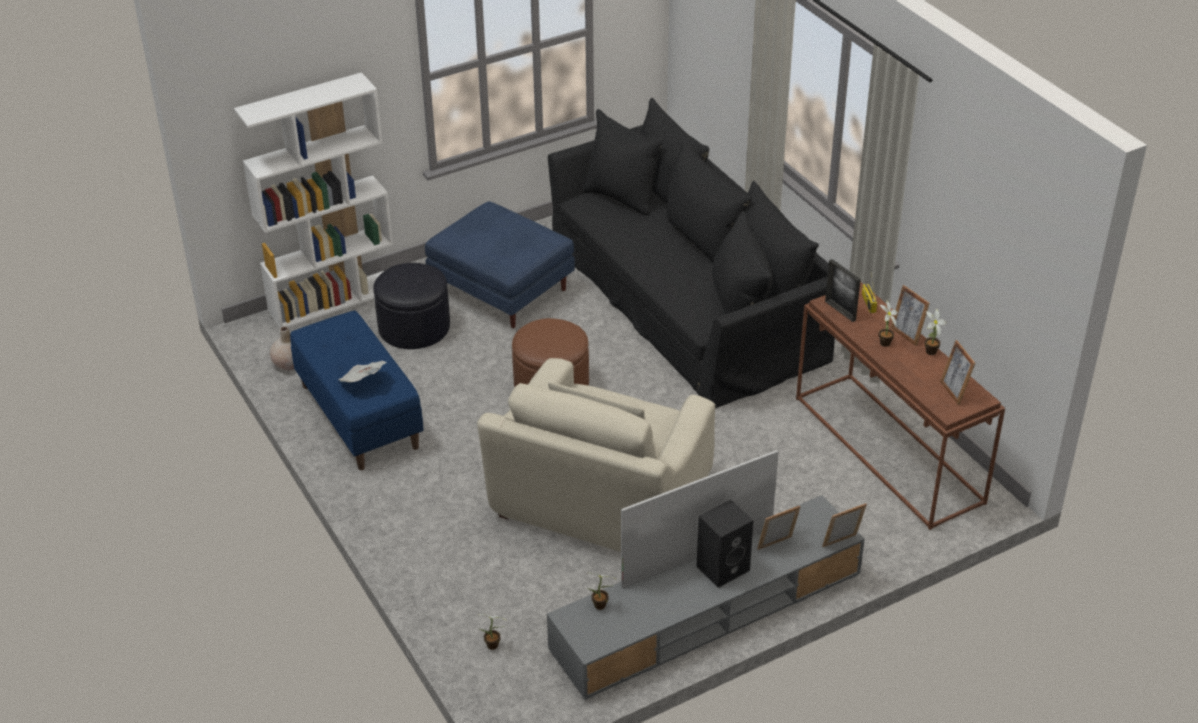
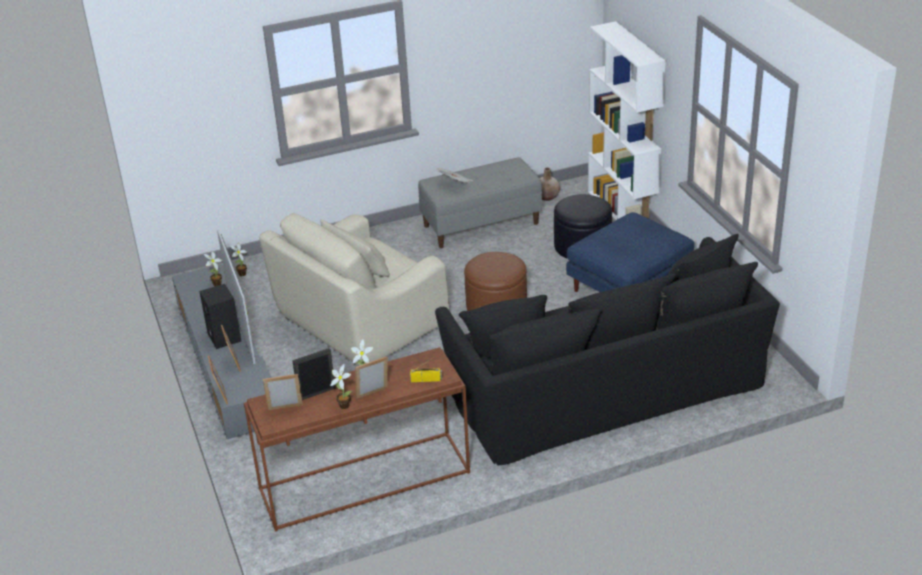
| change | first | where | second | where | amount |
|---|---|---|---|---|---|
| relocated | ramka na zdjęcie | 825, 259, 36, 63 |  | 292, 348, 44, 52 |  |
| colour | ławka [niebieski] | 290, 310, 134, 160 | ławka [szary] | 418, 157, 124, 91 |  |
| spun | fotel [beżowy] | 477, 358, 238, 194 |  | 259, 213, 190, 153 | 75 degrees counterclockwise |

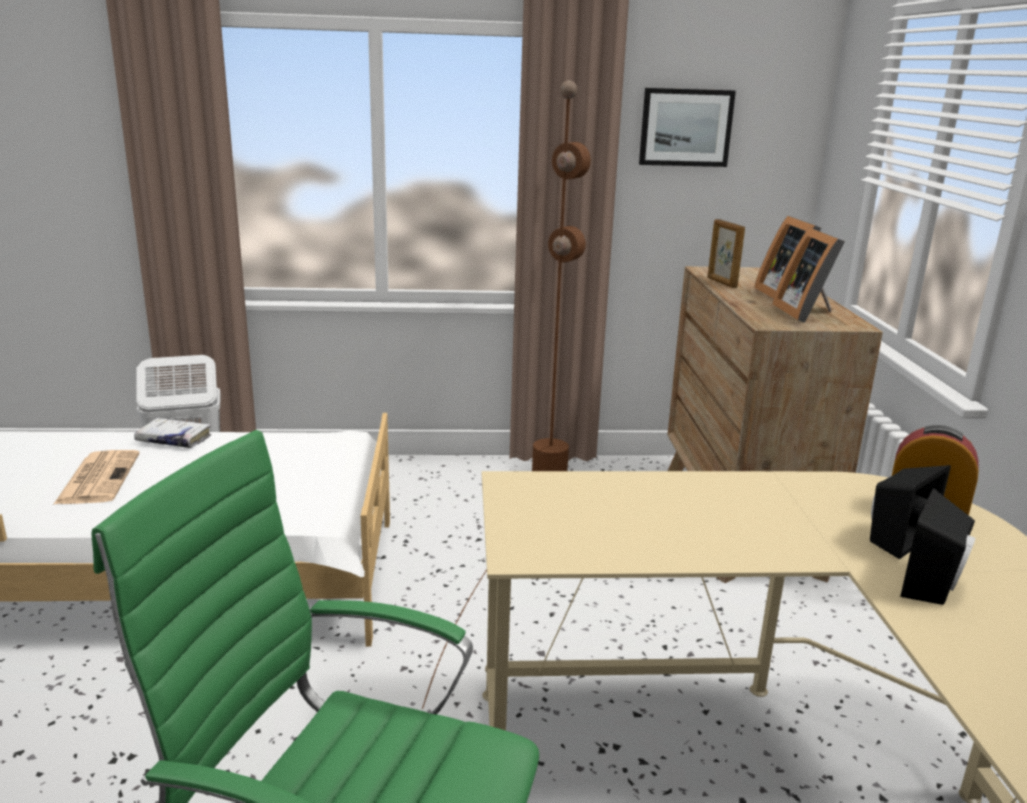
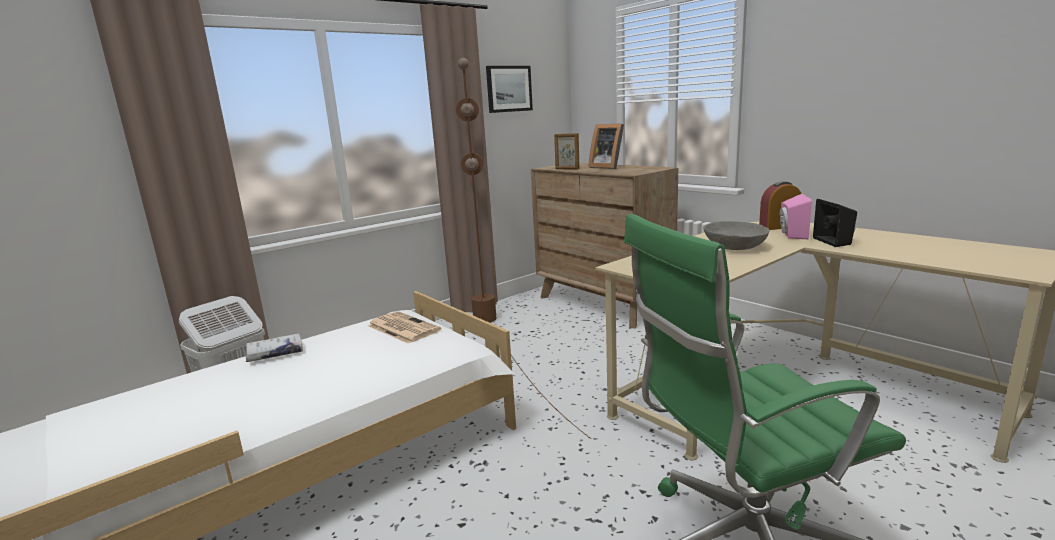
| change | first | where | second | where | amount |
|---|---|---|---|---|---|
| missing | ramka na zdjęcie | 772, 227, 73, 96 |  |  |  |
| appeared |  |  | miska [szary] | 703, 221, 66, 29 |  |
| relocated | gazeta | 53, 450, 86, 55 |  | 368, 311, 73, 33 |  |
| colour | głośnik [czarny] | 870, 465, 81, 94 | głośnik [różowy] | 780, 194, 32, 45 |  |

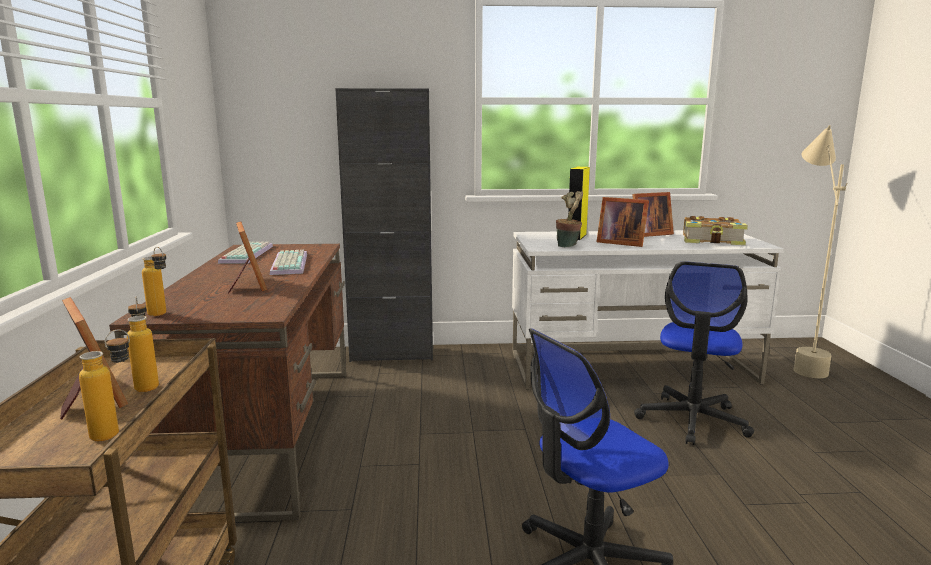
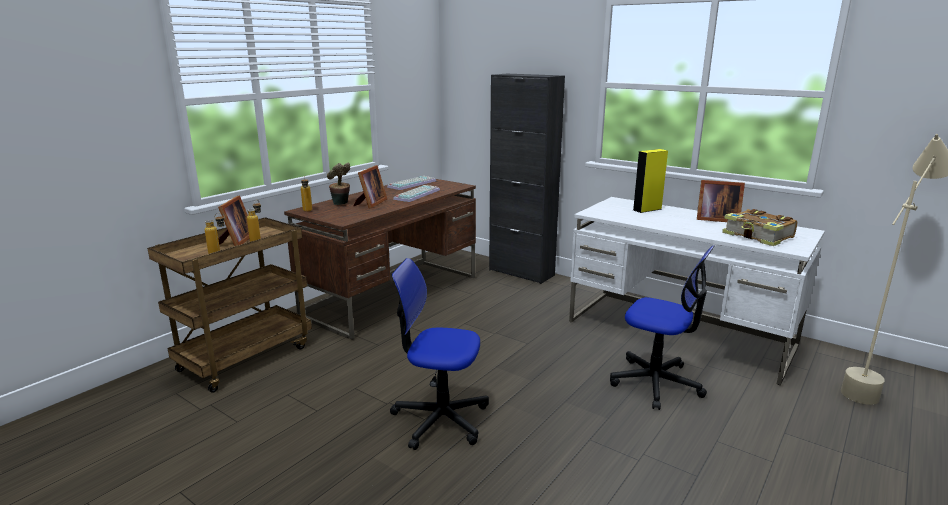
| change | first | where | second | where | amount |
|---|---|---|---|---|---|
| missing | ramka na zdjęcie | 596, 197, 53, 50 |  |  |  |
| relocated | roślina doniczkowa | 556, 191, 27, 57 |  | 327, 163, 23, 42 |  |
| spun | krzesło biurowe | 634, 261, 120, 184 |  | 610, 245, 105, 165 | 120 degrees counterclockwise |

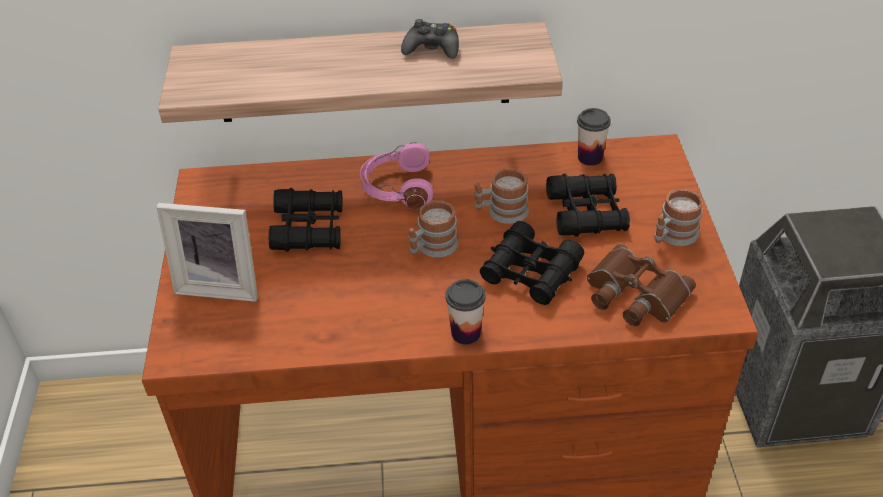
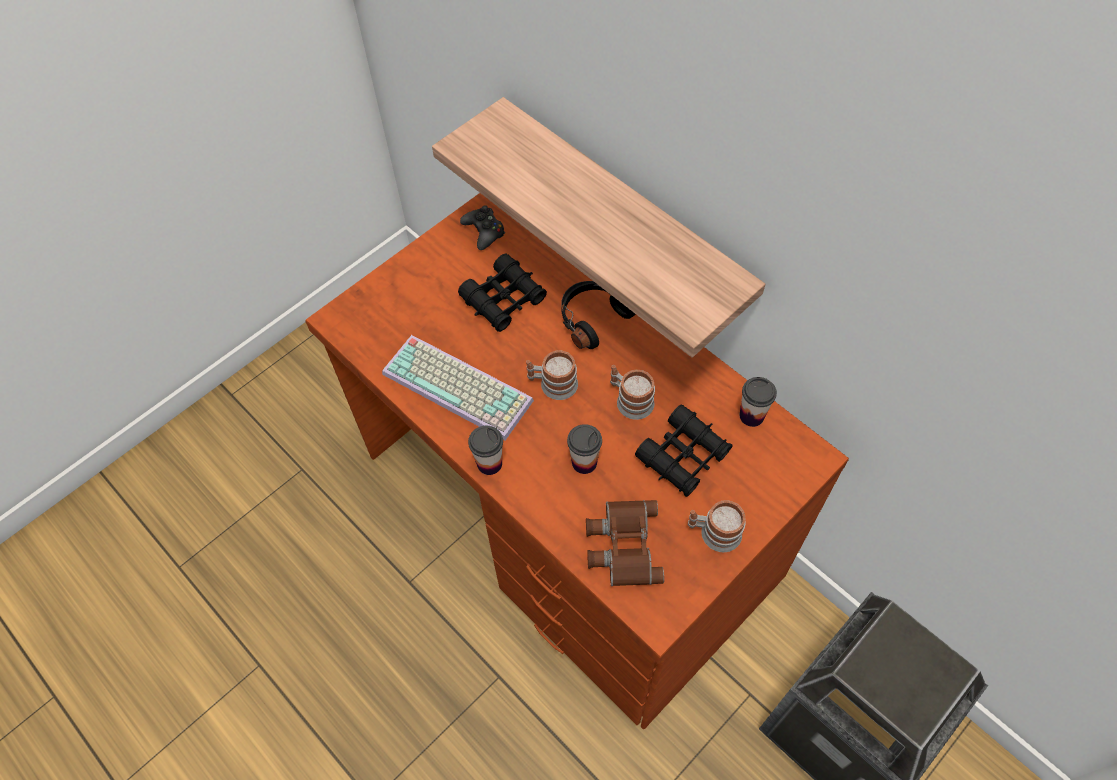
| change | first | where | second | where | amount |
|---|---|---|---|---|---|
| missing | ramka na zdjęcie | 156, 203, 102, 99 |  |  |  |
| appeared |  |  | klawiatura | 382, 335, 152, 105 |  |
| relocated | pad do gier [czarny] | 401, 19, 58, 40 |  | 460, 205, 45, 45 |  |
| exchanged | lornetka [czarny] | 480, 221, 104, 84 | filiżanka | 567, 424, 35, 50 |  |
| colour | słuchawki [różowy] | 360, 143, 74, 66 | słuchawki [czarny] | 561, 281, 74, 68 |  |

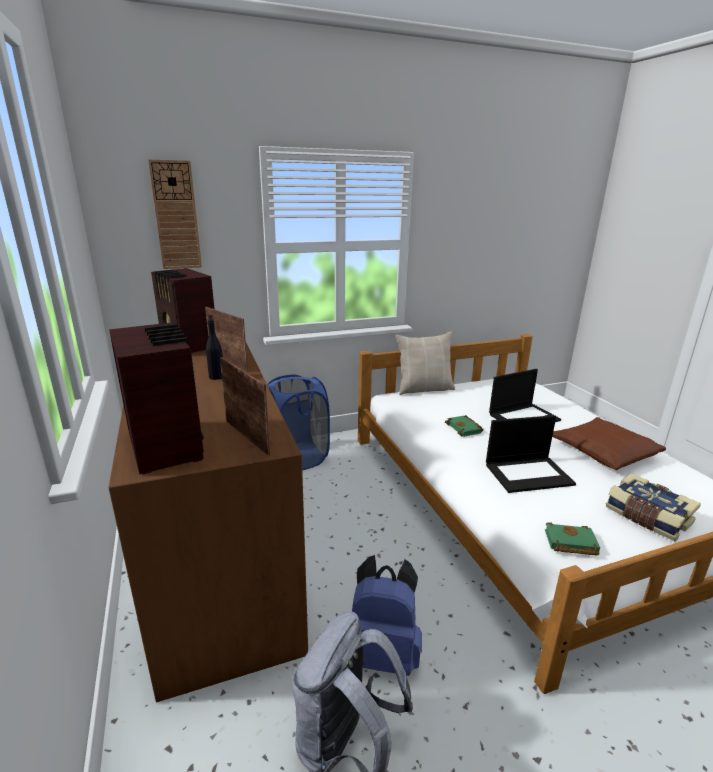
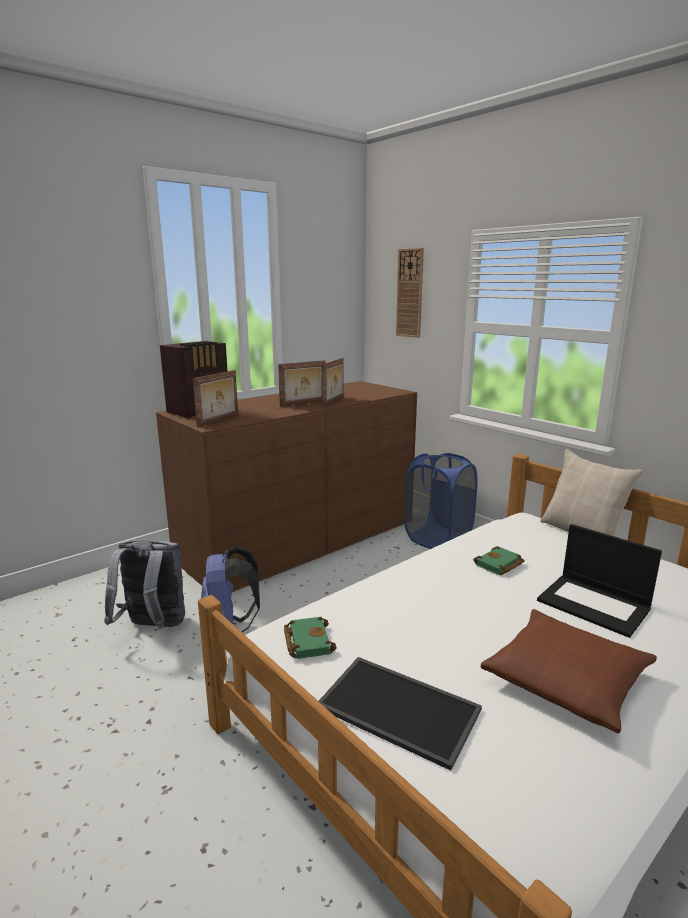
| change | first | where | second | where | amount |
|---|---|---|---|---|---|
| missing | radio | 151, 268, 63, 85 |  |  |  |
| missing | laptop | 486, 415, 90, 78 |  |  |  |
| exchanged | butelka [czarny] | 206, 314, 17, 66 | ramka na zdjęcie | 278, 360, 47, 47 |  |
| exchanged | książka | 606, 473, 95, 68 | taca | 319, 657, 163, 114 |  |

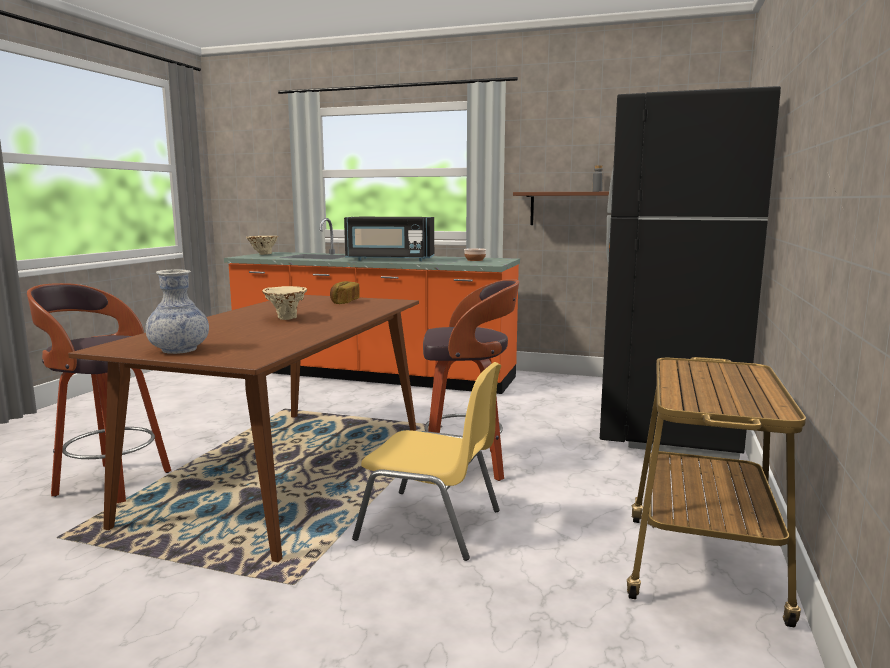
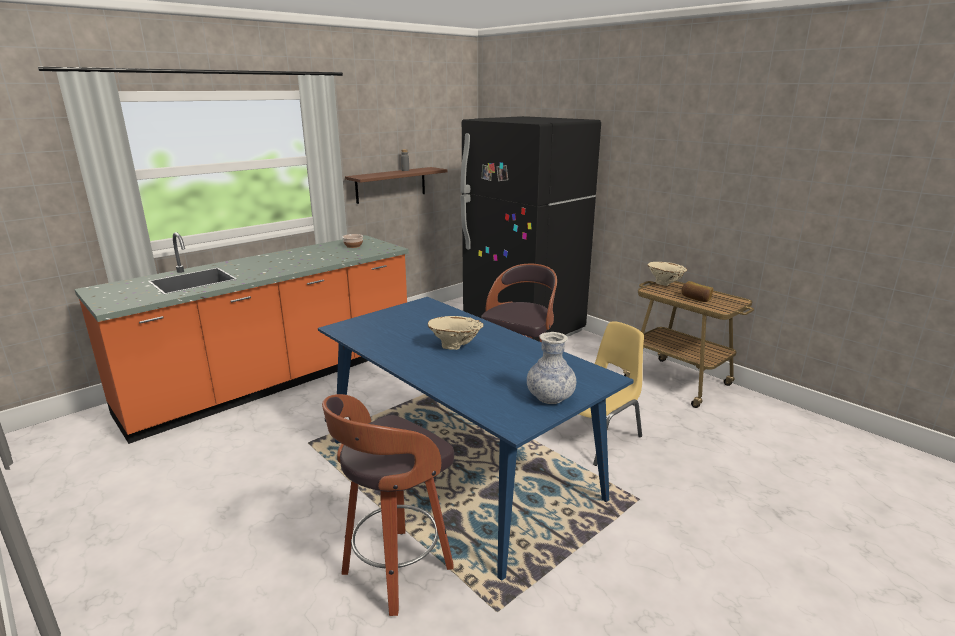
| change | first | where | second | where | amount |
|---|---|---|---|---|---|
| missing | mikrofalówka [czarny] | 344, 217, 90, 44 |  |  |  |
| relocated | wazon [beżowy] | 246, 236, 33, 19 |  | 648, 262, 39, 24 |  |
| relocated | chleb | 330, 281, 30, 23 |  | 681, 281, 32, 21 |  |
| colour | stół jadalny [brązowy] | 68, 295, 351, 267 | stół jadalny [niebieski] | 318, 297, 316, 284 |  |

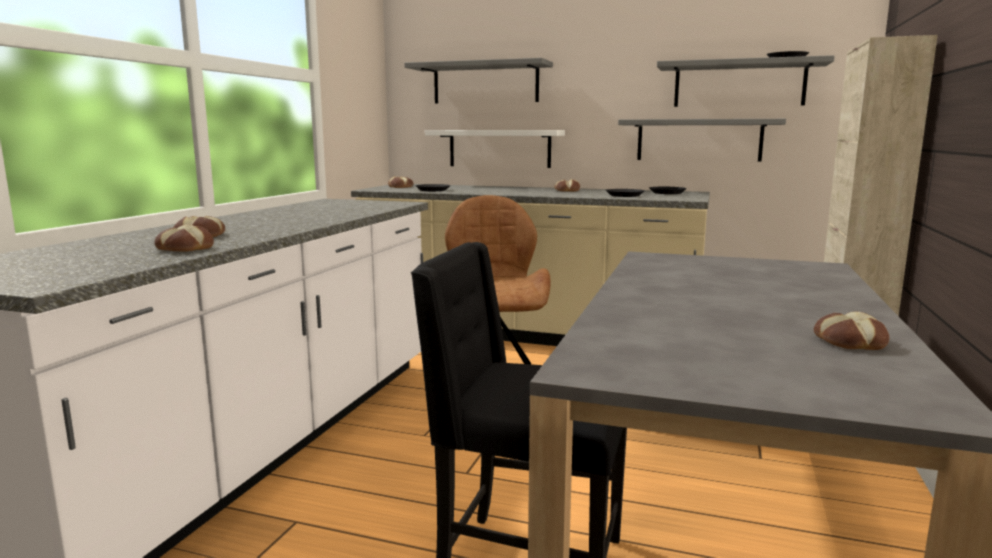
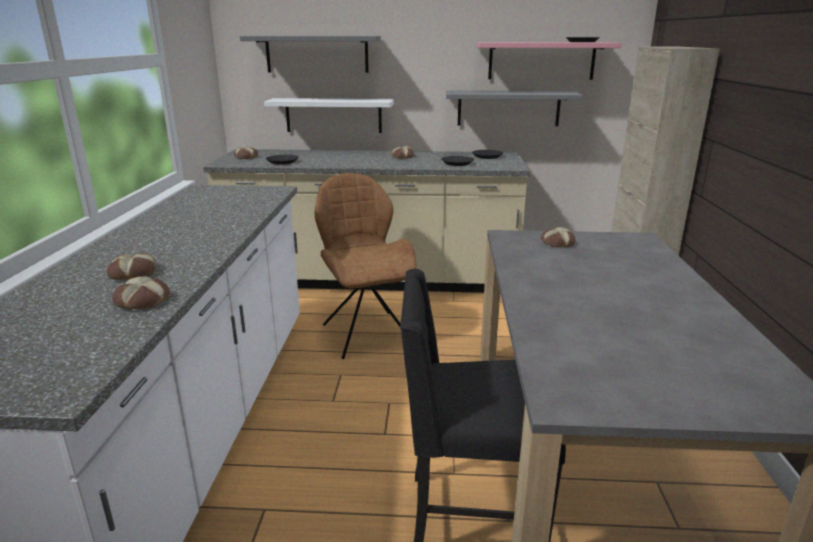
| change | first | where | second | where | amount |
|---|---|---|---|---|---|
| relocated | chleb | 814, 312, 75, 38 |  | 541, 227, 35, 20 |  |
| colour | półka [szary] | 657, 55, 178, 52 | półka [różowy] | 477, 42, 145, 38 |  |

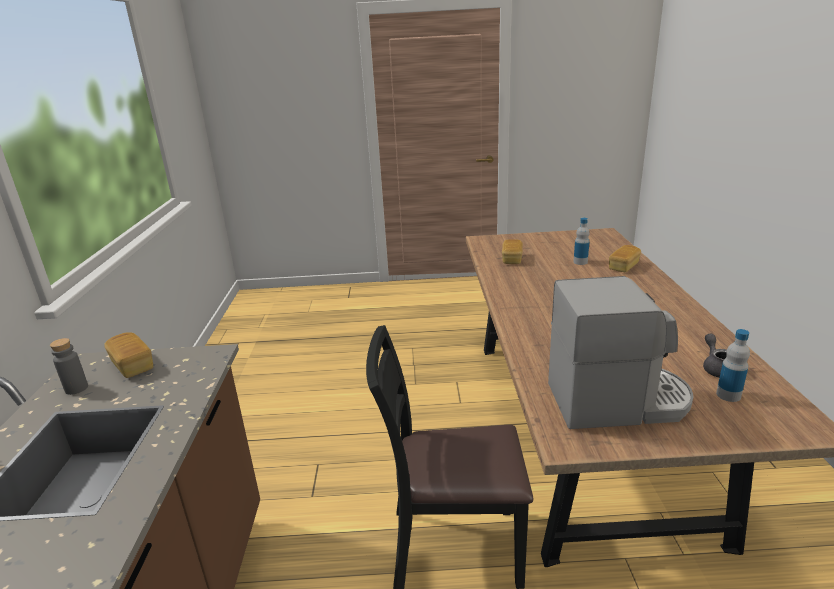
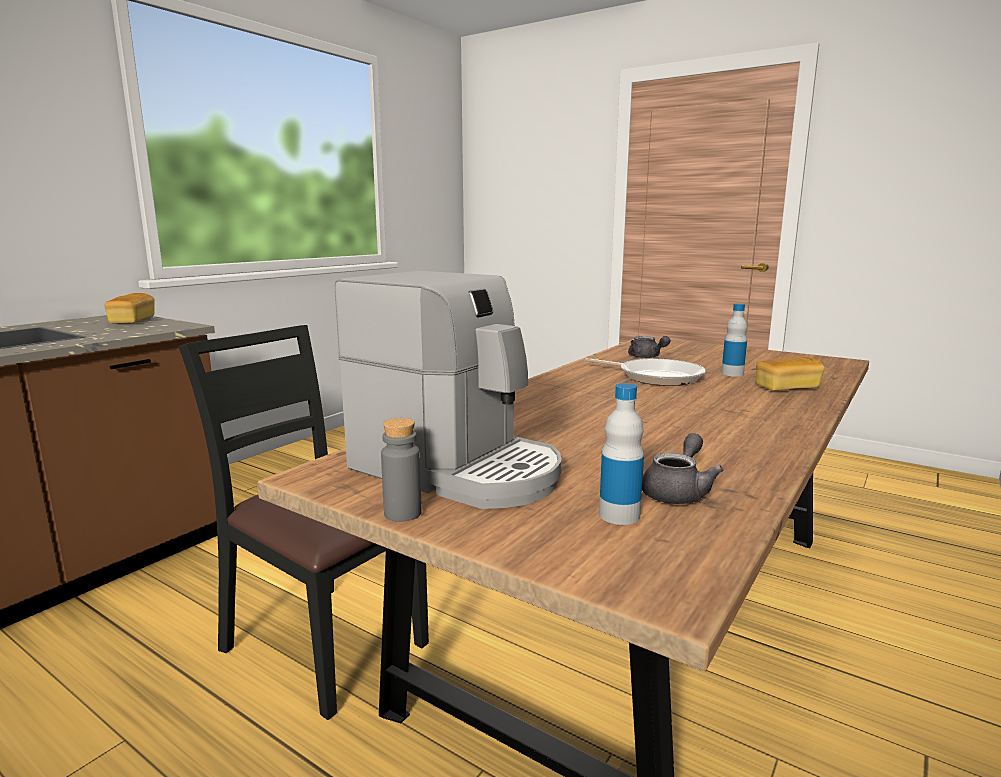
| change | first | where | second | where | amount |
|---|---|---|---|---|---|
| appeared |  |  | patelnia | 585, 358, 120, 28 |  |
| relocated | butelka [szary] | 50, 338, 38, 57 |  | 381, 418, 41, 104 |  |
| exchanged | chleb | 502, 239, 21, 25 | imbryk [szary] | 628, 336, 43, 22 |  |

